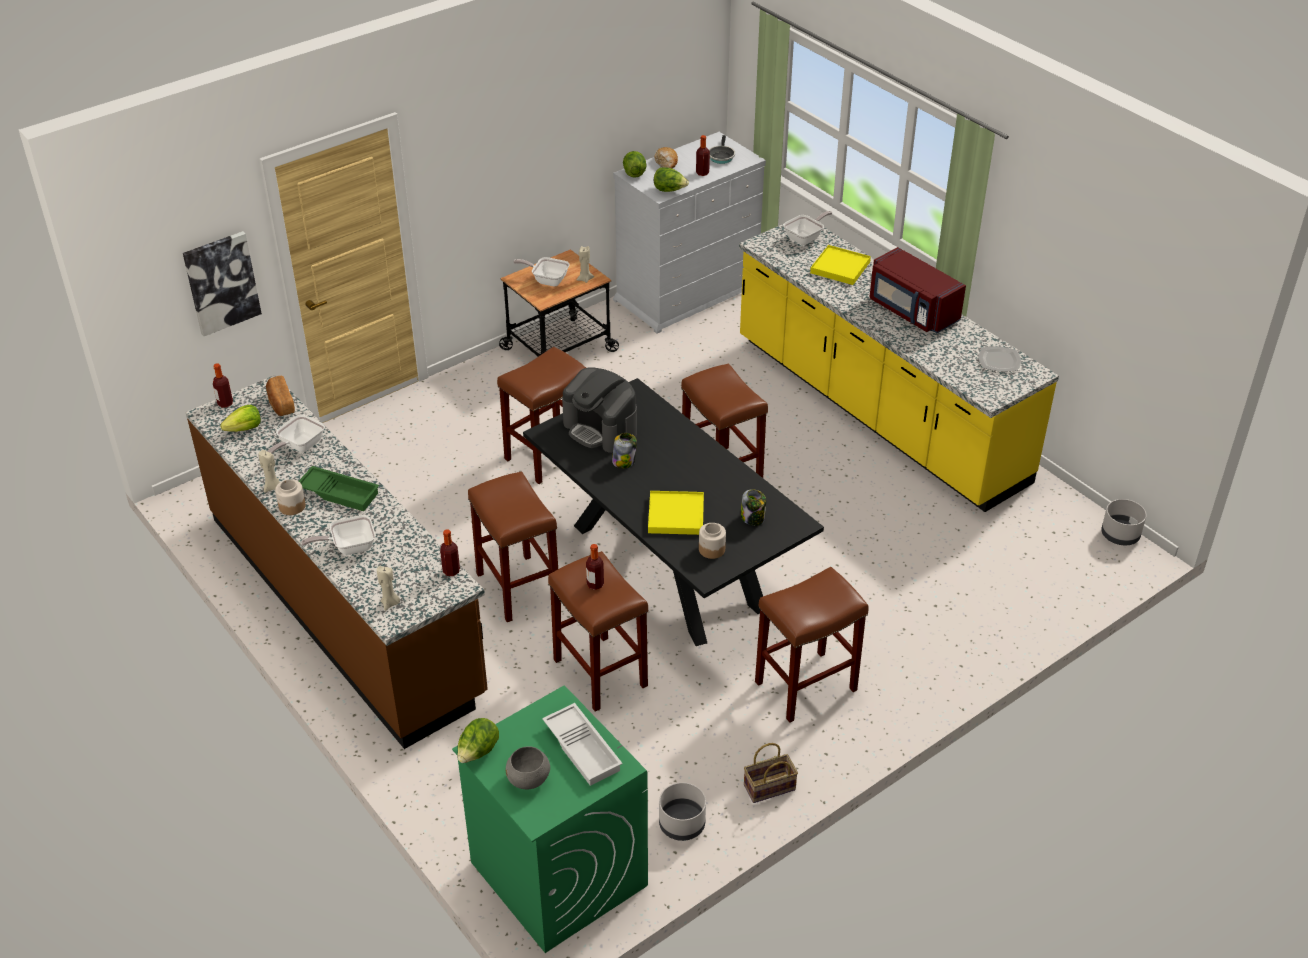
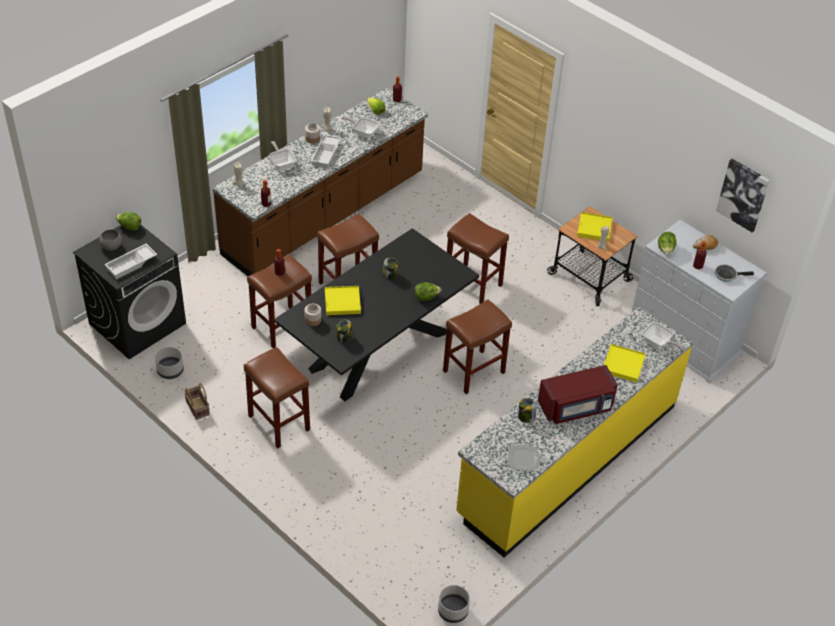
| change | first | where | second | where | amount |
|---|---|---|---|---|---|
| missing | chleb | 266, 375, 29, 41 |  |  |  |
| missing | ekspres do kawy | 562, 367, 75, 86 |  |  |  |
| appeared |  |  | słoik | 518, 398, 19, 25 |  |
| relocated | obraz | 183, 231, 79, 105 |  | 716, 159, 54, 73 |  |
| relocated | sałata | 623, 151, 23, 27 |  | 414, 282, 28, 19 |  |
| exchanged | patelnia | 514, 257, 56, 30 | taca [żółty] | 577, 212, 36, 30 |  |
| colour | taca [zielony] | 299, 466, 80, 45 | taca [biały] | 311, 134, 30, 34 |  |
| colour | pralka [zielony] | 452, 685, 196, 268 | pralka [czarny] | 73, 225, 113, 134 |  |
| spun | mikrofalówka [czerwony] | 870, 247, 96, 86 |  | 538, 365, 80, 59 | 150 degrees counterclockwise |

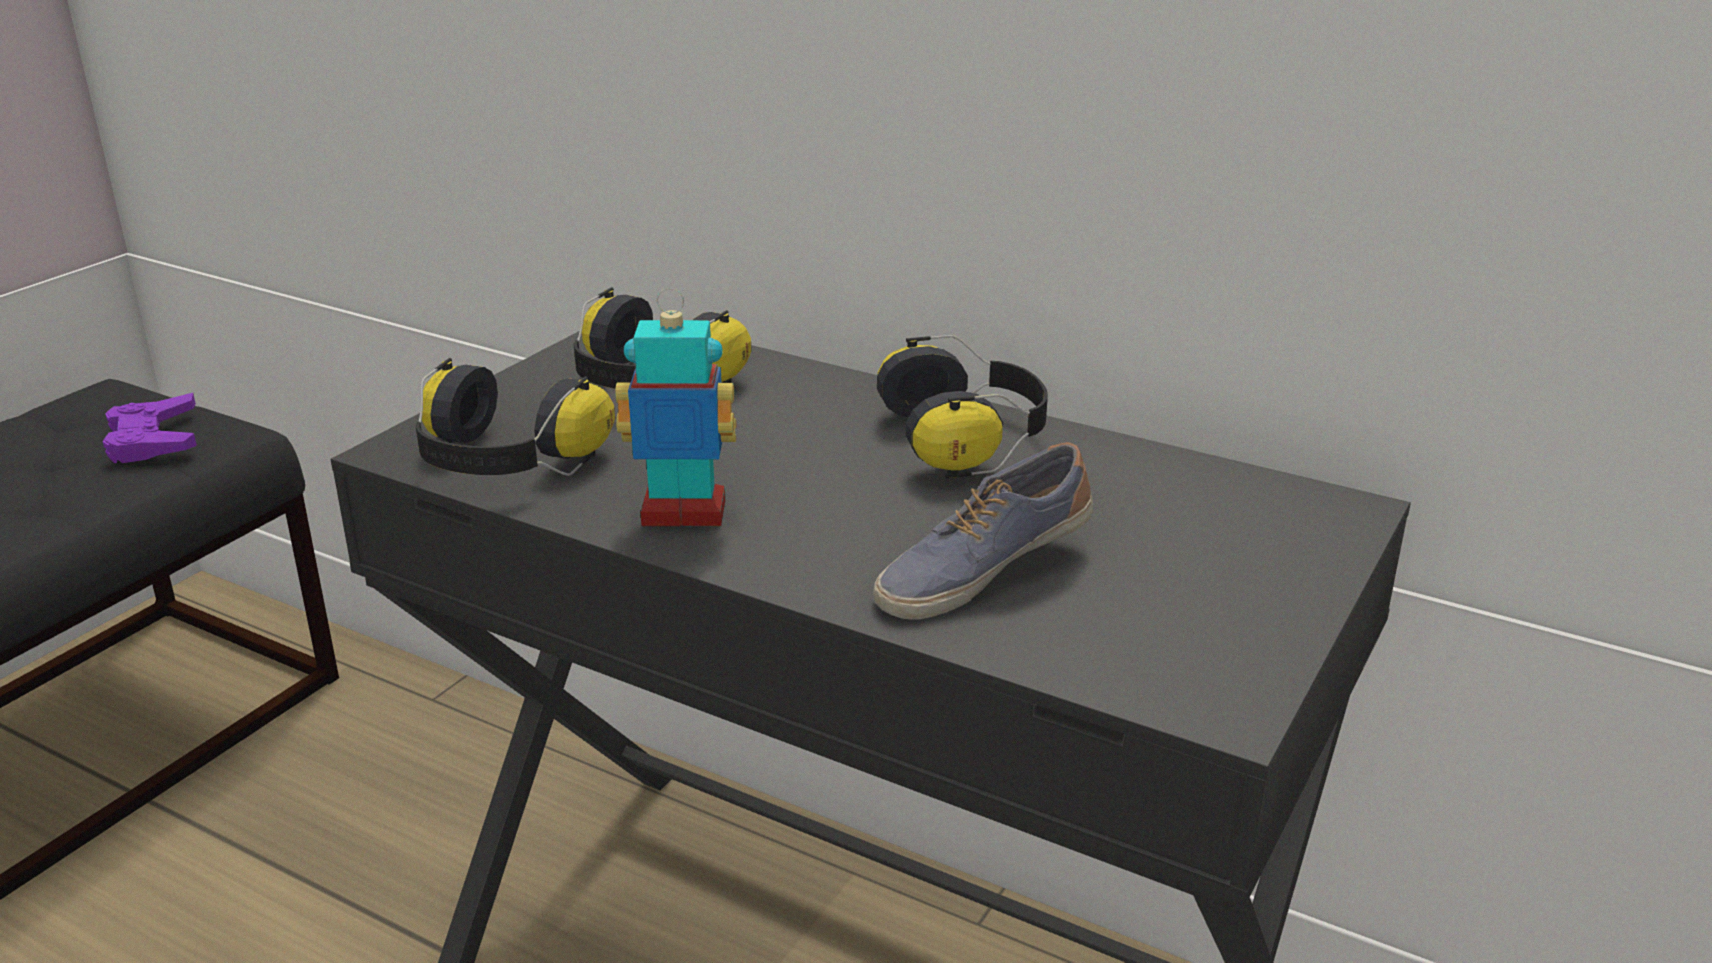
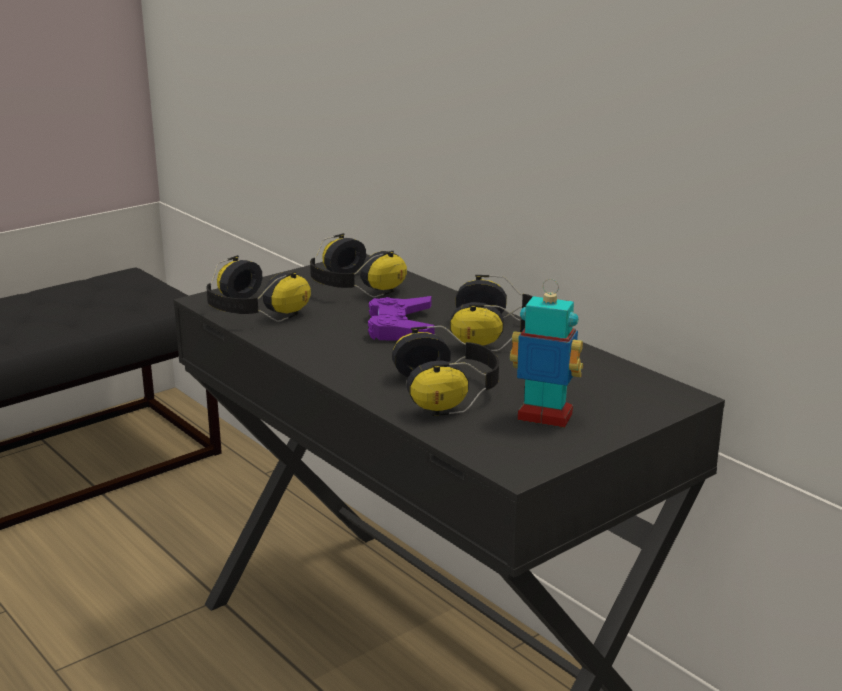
| change | first | where | second | where | amount |
|---|---|---|---|---|---|
| relocated | pad do gier [fioletowy] | 103, 393, 94, 70 |  | 368, 296, 67, 44 |  |
| relocated | robot zabawkowy | 615, 288, 122, 238 |  | 510, 279, 73, 149 |  |
| exchanged | but | 873, 442, 220, 178 | słuchawki | 392, 326, 107, 90 |  |

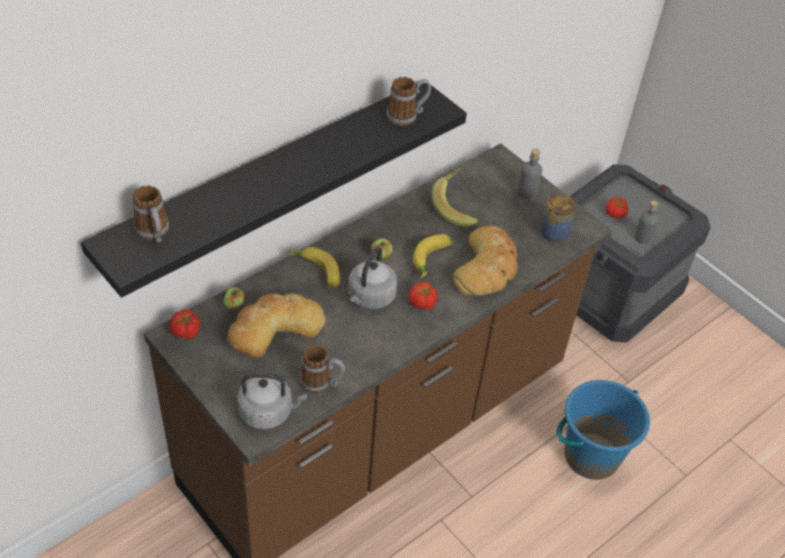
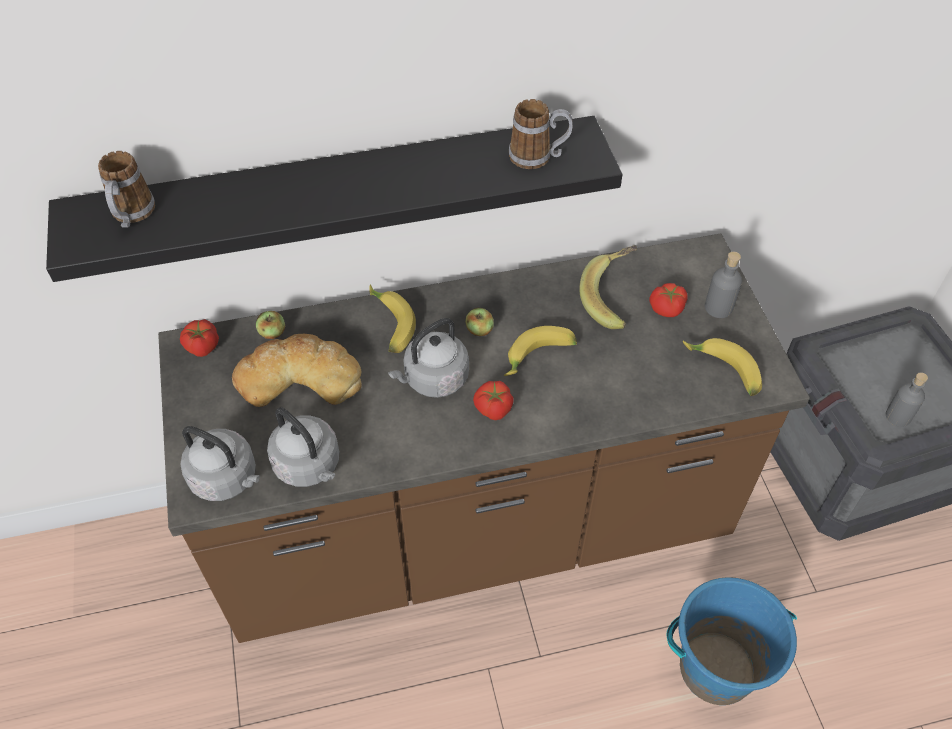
| change | first | where | second | where | amount |
|---|---|---|---|---|---|
| missing | chleb | 453, 225, 65, 71 |  |  |  |
| relocated | pomidor | 606, 197, 22, 21 |  | 649, 283, 39, 34 |  |
| exchanged | kubek | 300, 345, 45, 48 | czajnik [szary] | 267, 407, 73, 80 |  |
| exchanged | słoik | 540, 194, 36, 48 | banan | 683, 338, 79, 58 |  |

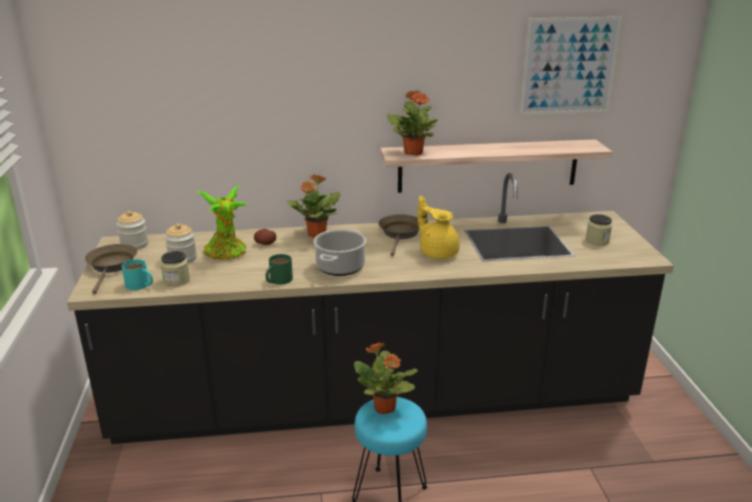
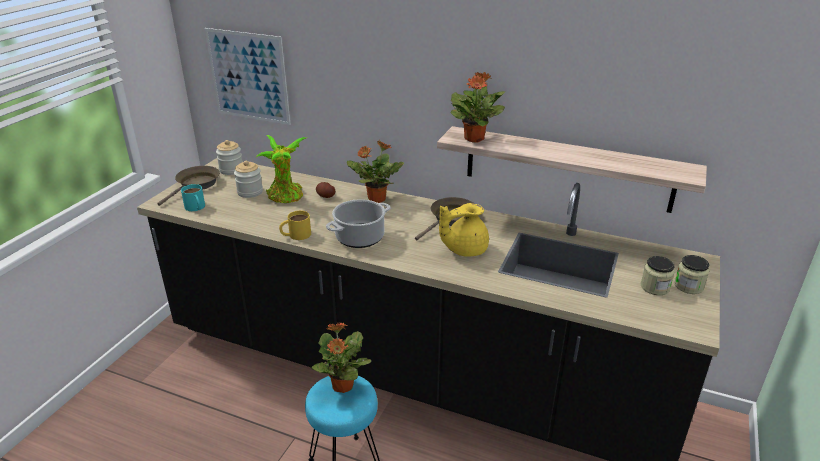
| change | first | where | second | where | amount |
|---|---|---|---|---|---|
| relocated | słoik | 161, 251, 29, 35 |  | 674, 255, 35, 39 |  |
| relocated | obraz | 519, 17, 103, 98 |  | 205, 28, 86, 97 |  |
| colour | kubek [zielony] | 265, 254, 28, 31 | kubek [żółty] | 279, 211, 32, 29 |  |
| spun | imbryk [żółty] | 418, 196, 42, 63 |  | 439, 203, 50, 54 | 105 degrees counterclockwise |

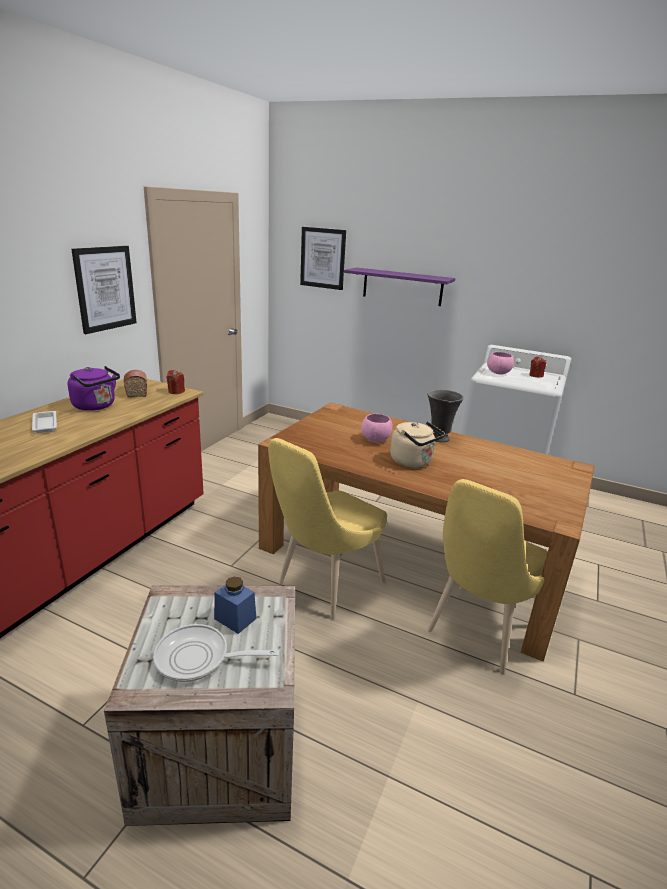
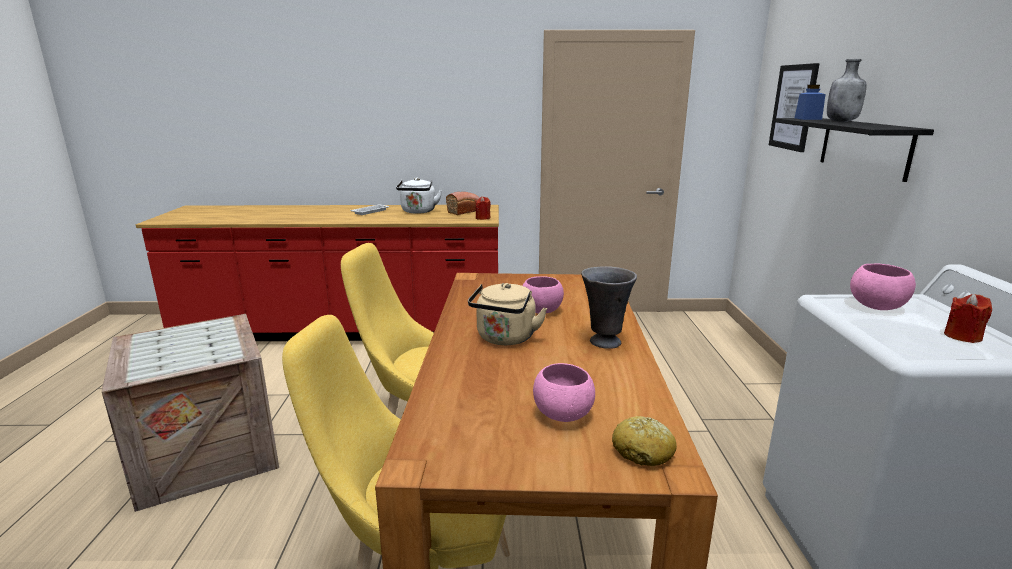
| change | first | where | second | where | amount |
|---|---|---|---|---|---|
| missing | obraz | 71, 246, 66, 88 |  |  |  |
| missing | patelnia | 153, 624, 126, 58 |  |  |  |
| appeared |  |  | miska [różowy] | 533, 363, 62, 59 |  |
| appeared |  |  | chleb | 612, 416, 65, 50 |  |
| appeared |  |  | butelka [szary] | 827, 59, 40, 63 |  |
| relocated | słoik [niebieski] | 214, 577, 42, 57 |  | 795, 85, 31, 35 |  |
| colour | czajnik [fioletowy] | 68, 366, 52, 45 | czajnik [biały] | 396, 178, 46, 36 |  |
| colour | półka [fioletowy] | 344, 267, 111, 39 | półka [czarny] | 776, 118, 158, 64 |  |

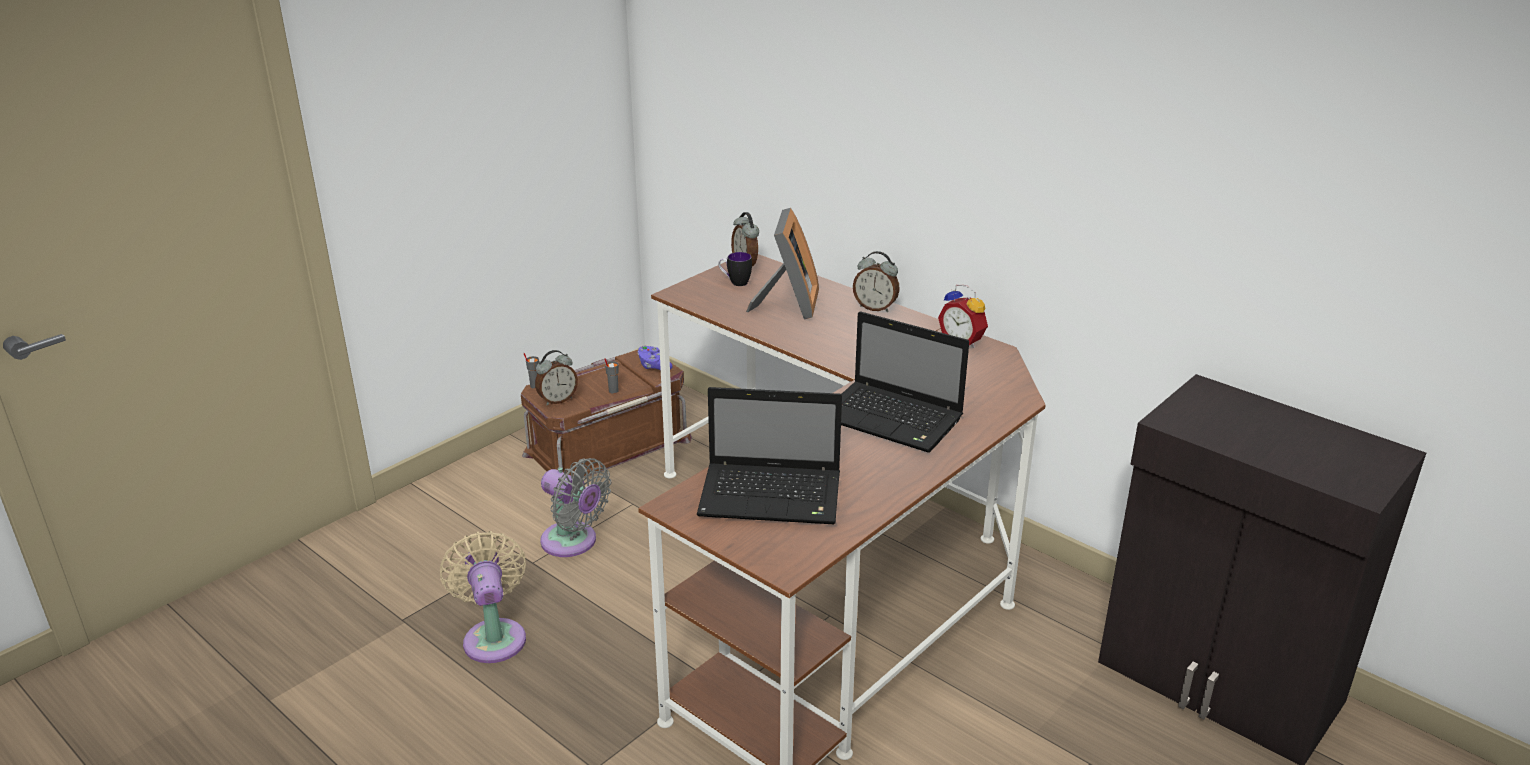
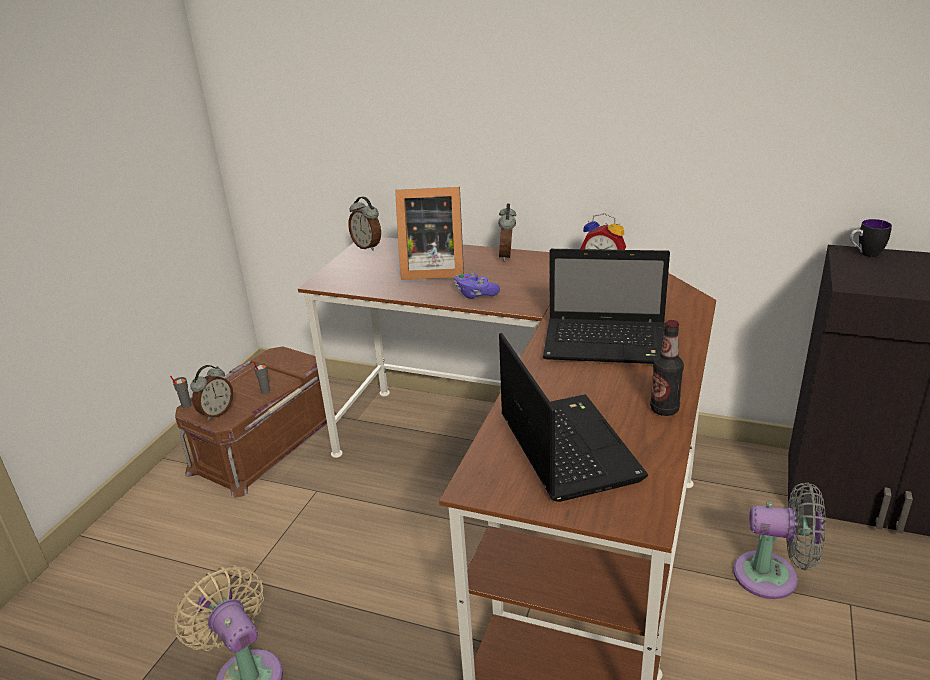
| change | first | where | second | where | amount |
|---|---|---|---|---|---|
| appeared |  |  | butelka | 650, 320, 34, 96 |  |
| relocated | wentylator [szary] | 540, 458, 71, 99 |  | 733, 482, 93, 117 |  |
| relocated | pad do gier [fioletowy] | 638, 346, 35, 24 |  | 454, 273, 46, 26 |  |
| relocated | kubek | 718, 252, 34, 34 |  | 850, 219, 42, 38 |  |
| spun | laptop | 697, 387, 145, 137 |  | 499, 333, 149, 169 | 90 degrees counterclockwise |
| spun | ramka na zdjęcie | 746, 208, 73, 111 |  | 395, 187, 69, 93 | 105 degrees clockwise |
| spun | budzik | 853, 251, 47, 61 |  | 498, 204, 18, 58 | 90 degrees clockwise |

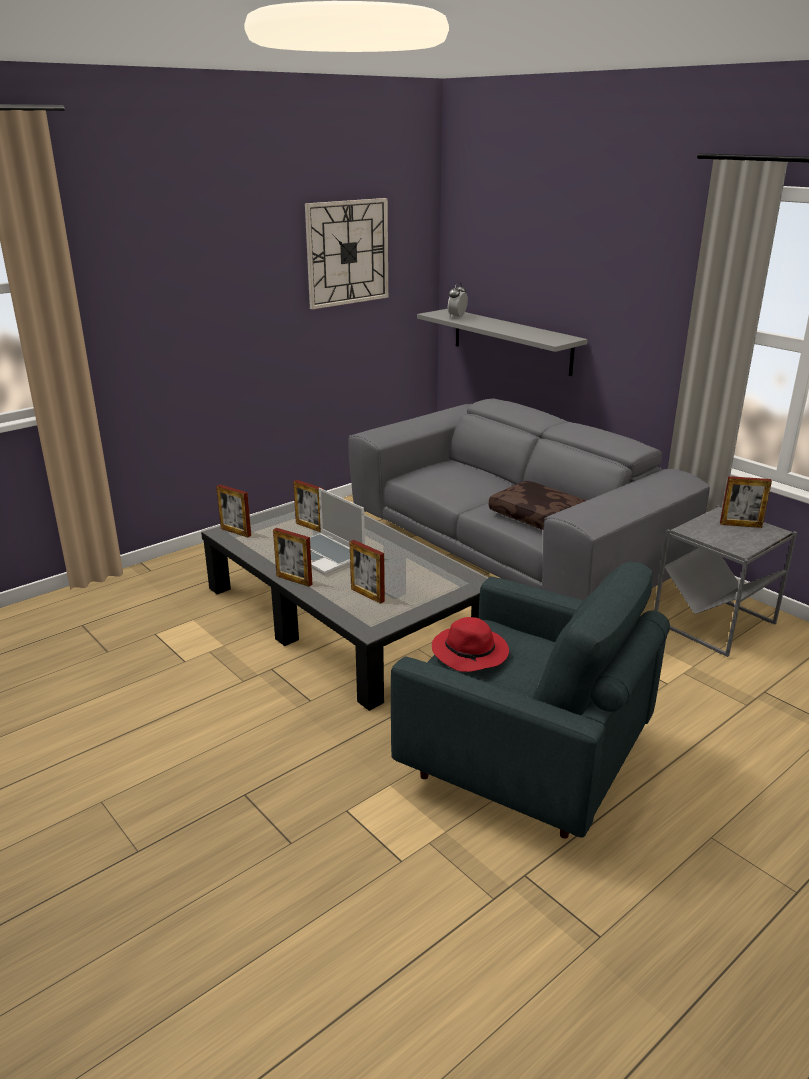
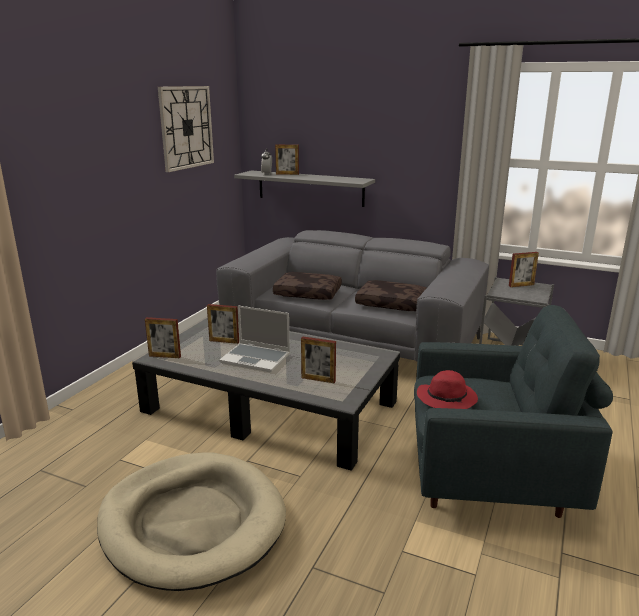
| change | first | where | second | where | amount |
|---|---|---|---|---|---|
| appeared |  |  | legowisko [beżowy] | 97, 452, 189, 139 |  |
| appeared |  |  | poduszka [brązowy] | 273, 272, 69, 28 |  |
| relocated | ramka na zdjęcie | 273, 528, 39, 59 |  | 275, 144, 24, 31 |  |

